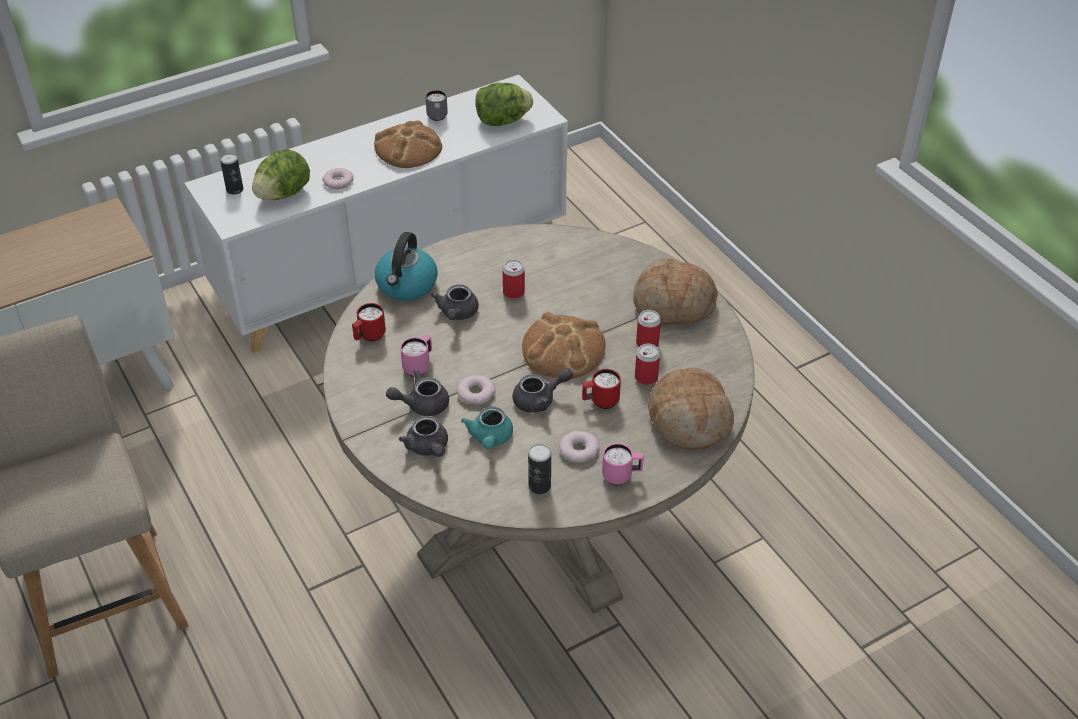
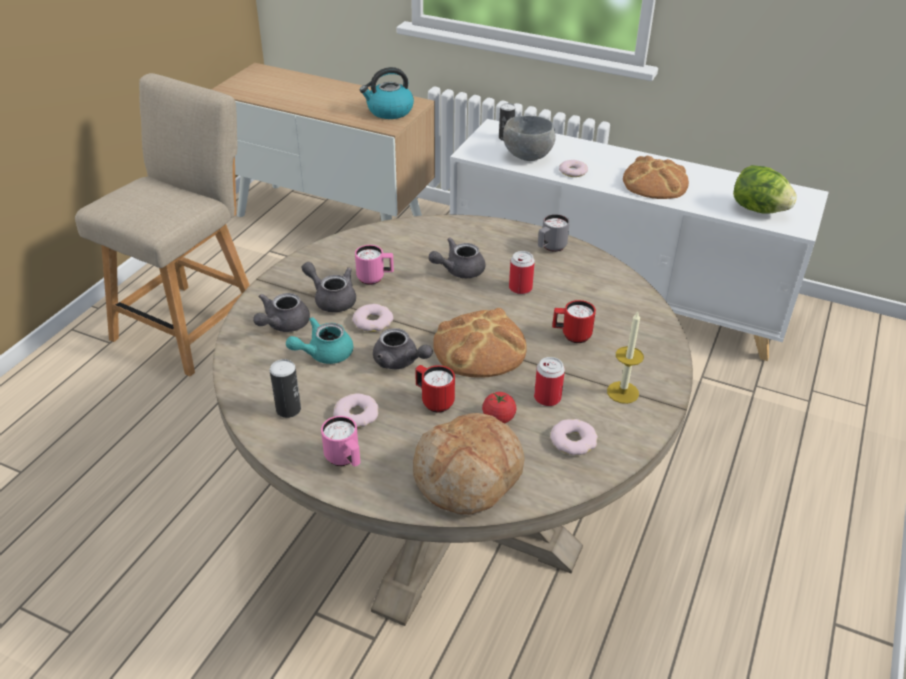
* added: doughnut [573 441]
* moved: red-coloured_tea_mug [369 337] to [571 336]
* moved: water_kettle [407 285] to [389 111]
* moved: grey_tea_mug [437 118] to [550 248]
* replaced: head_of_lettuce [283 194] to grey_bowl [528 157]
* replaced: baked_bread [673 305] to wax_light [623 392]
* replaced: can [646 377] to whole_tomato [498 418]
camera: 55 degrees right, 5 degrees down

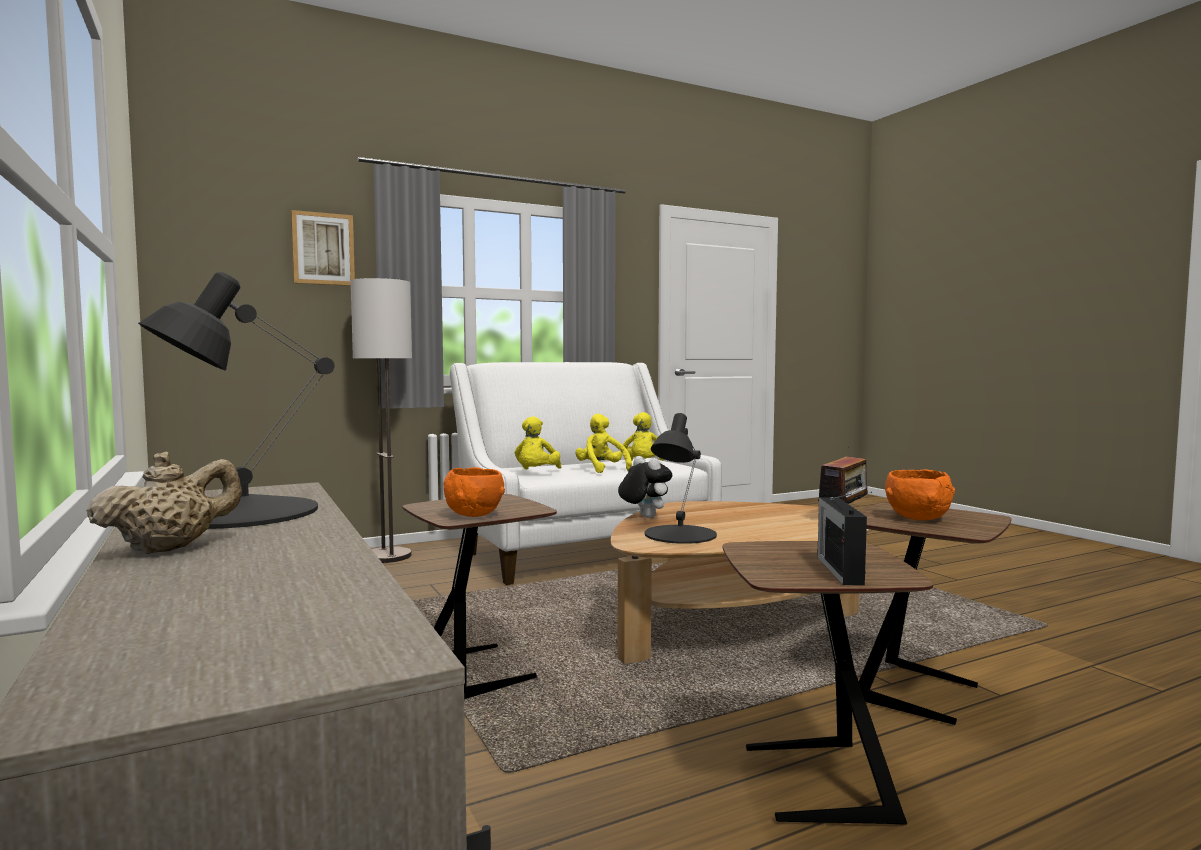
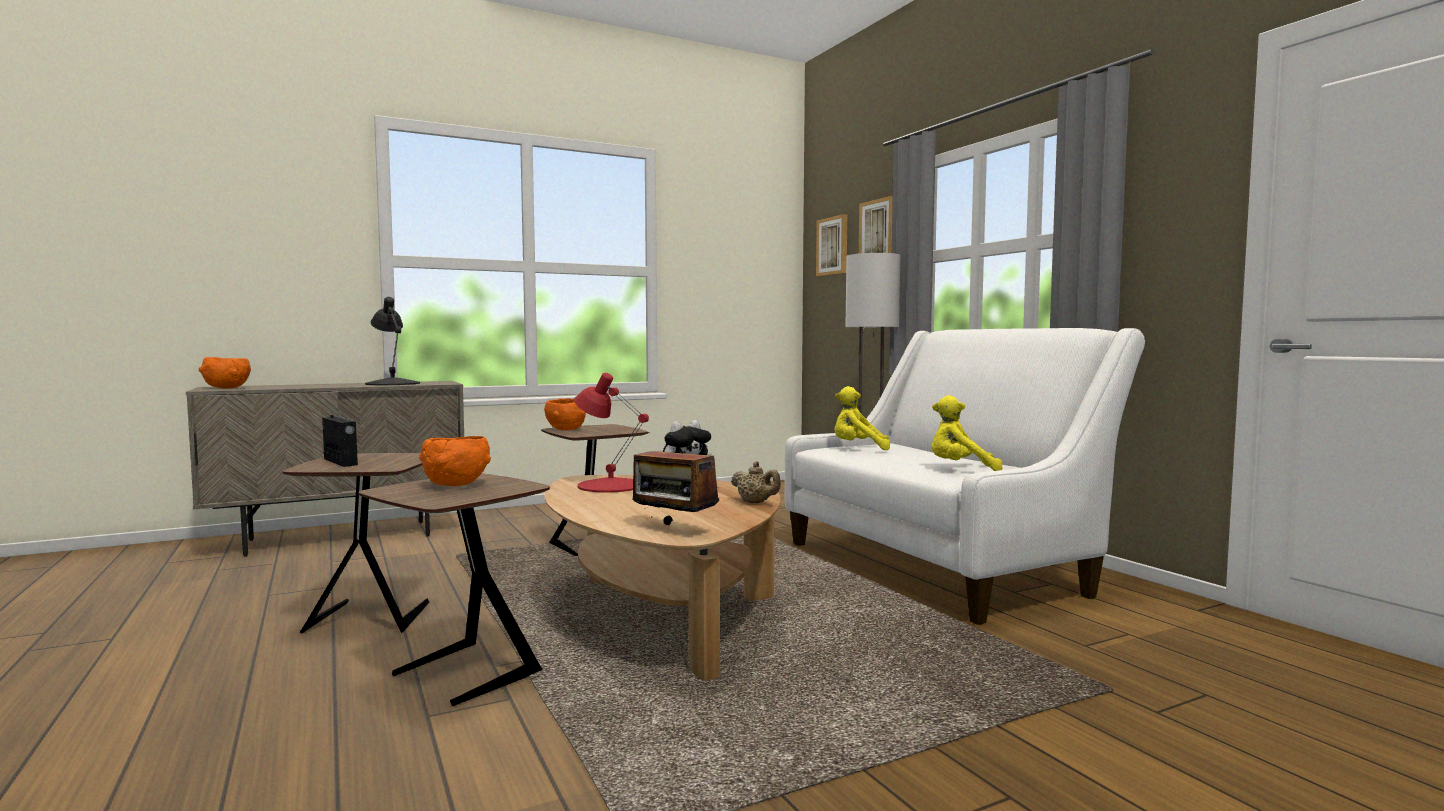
* removed: yellow-coloured_cuddly_toy [601 470]
* added: orange_bowl [227 388]
* added: wall_art [833 246]
* moved: sand-coloured_tea_pot [171 548] to [756 502]
* recoloured: blackish_table_lamp [679 534] to red-coloured_table_lamp [610 485]
* turned: radio_set [839 569] = [340 462] 45 degrees clockwise
camera: 90 degrees right, 0 degrees up

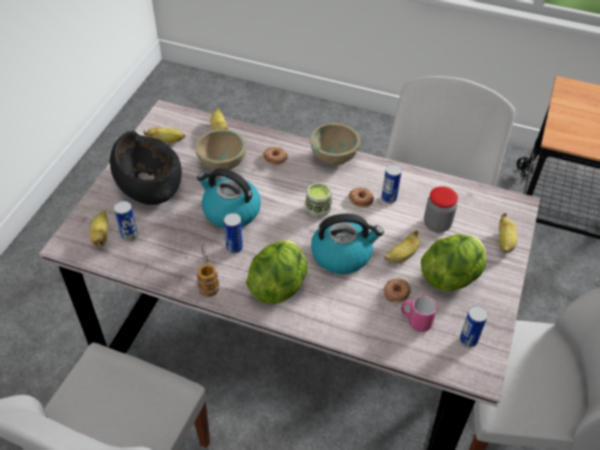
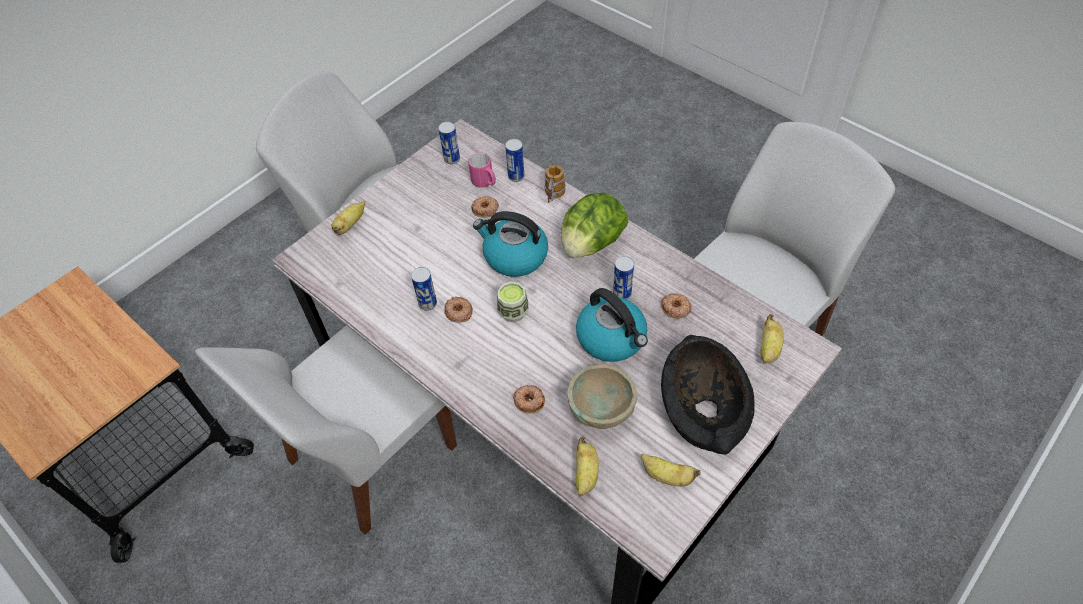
* removed: sand-coloured_bowl [333 157]
* removed: whole_banana [402 256]
* removed: head_of_lettuce [451 276]
* removed: storage_jar [437 224]
* added: doughnut [675 308]
* moved: can [129 235] to [516 176]
* moved: tea_mug [208 280] to [553 198]
camera: 155 degrees left, 5 degrees up

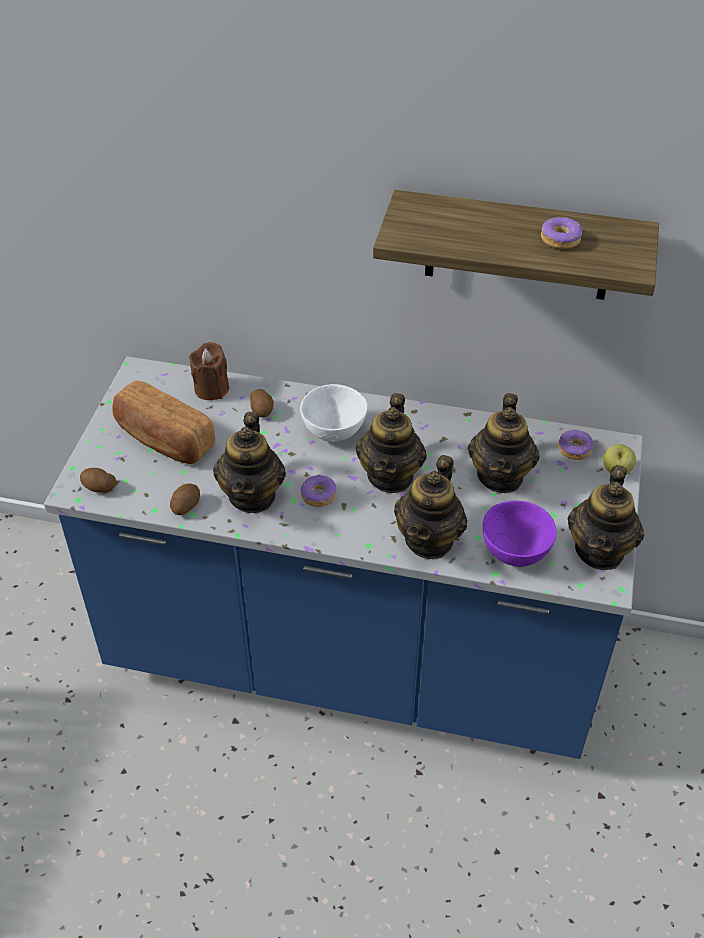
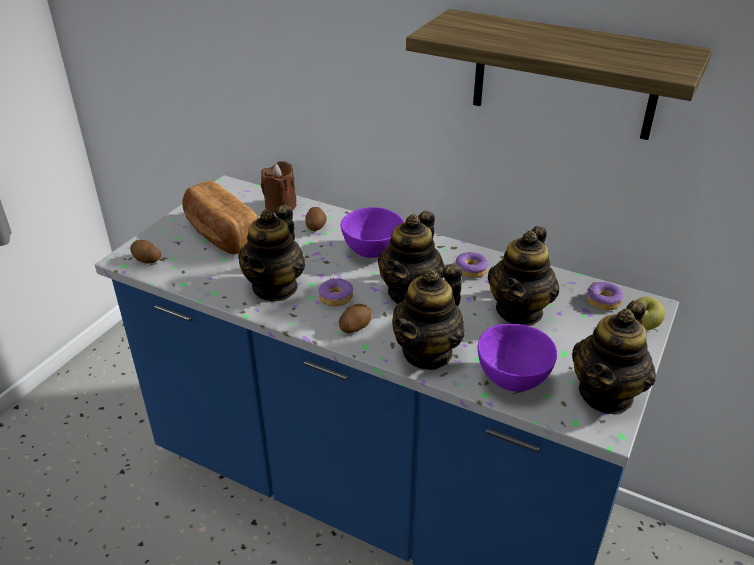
* moved: potato [185 506] to [354 326]
* moved: doughnut [560 239] to [471 270]
* recoloured: white_bowl [335 432] to purplish_bowl [373 252]
camera: 15 degrees right, 10 degrees down

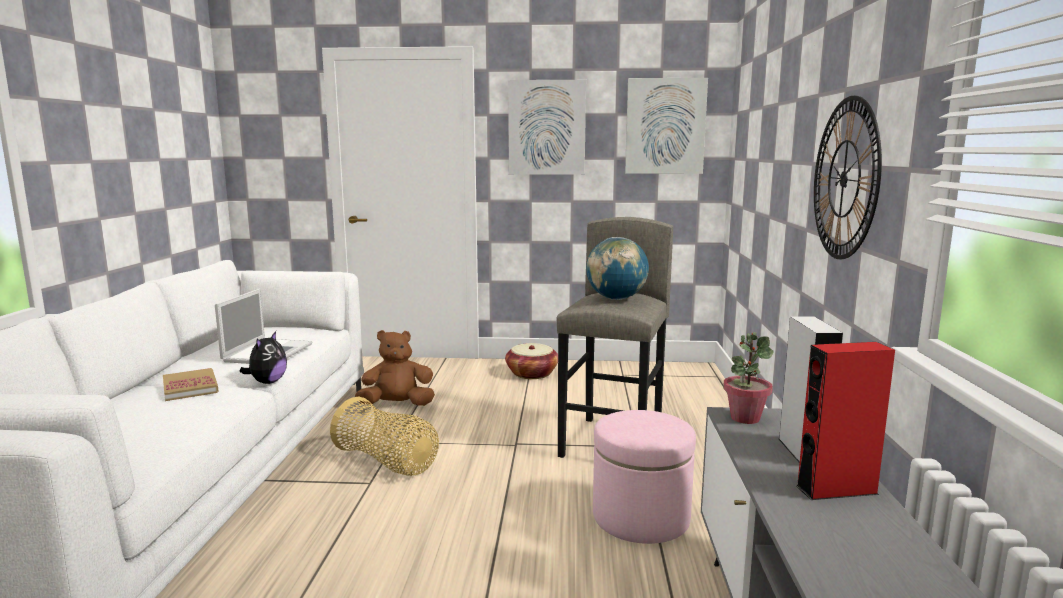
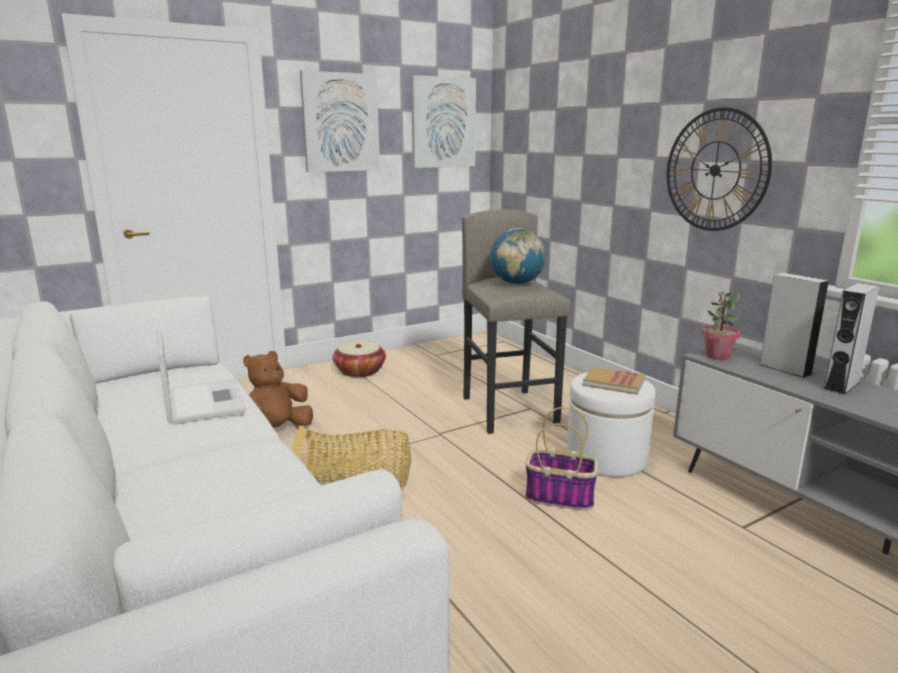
* removed: cuddly_toy [267 382]
* added: basket [560 497]
* moved: volume [190 387] to [614 383]
* recoloured: pinkish_pouffe [641 517] to white_pouffe [606 458]
* recoloured: red-coloured_loudspeaker [836 490] to grey_loudspeaker [841 385]
camera: 35 degrees left, 5 degrees up

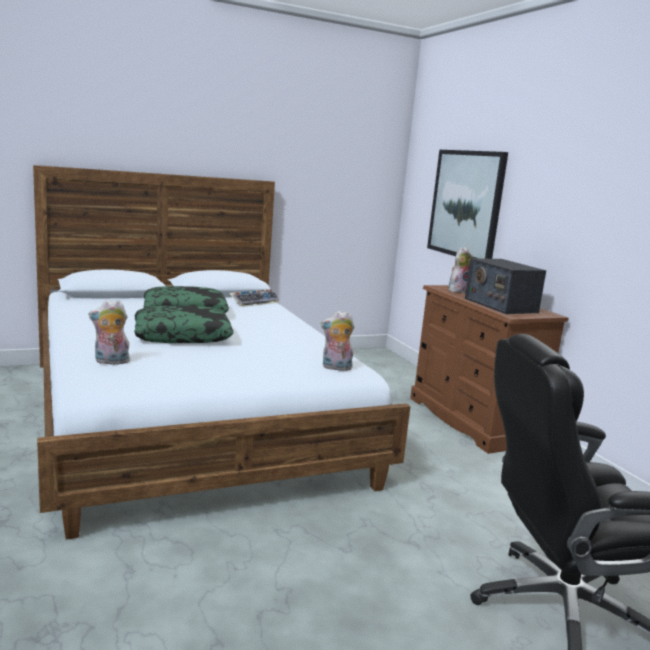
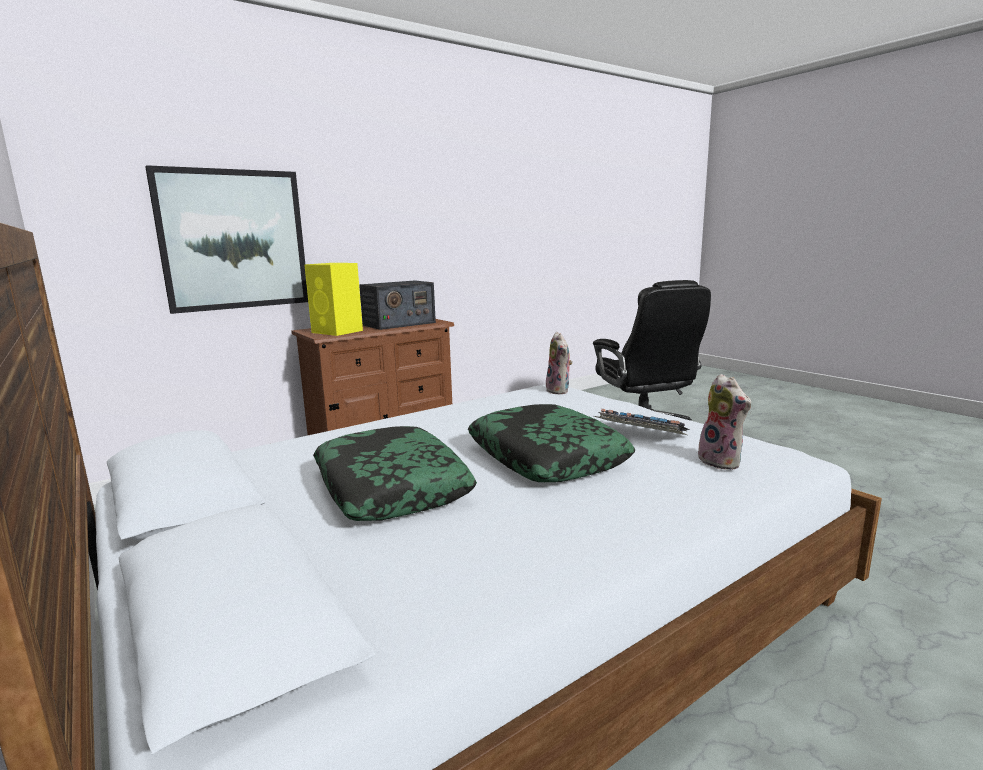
* moved: PC_keyboard [254 302] to [638 433]
* replaced: cuddly_toy [457 290] to yellow-coloured_loudspeaker [338 331]
camera: 100 degrees left, 0 degrees up

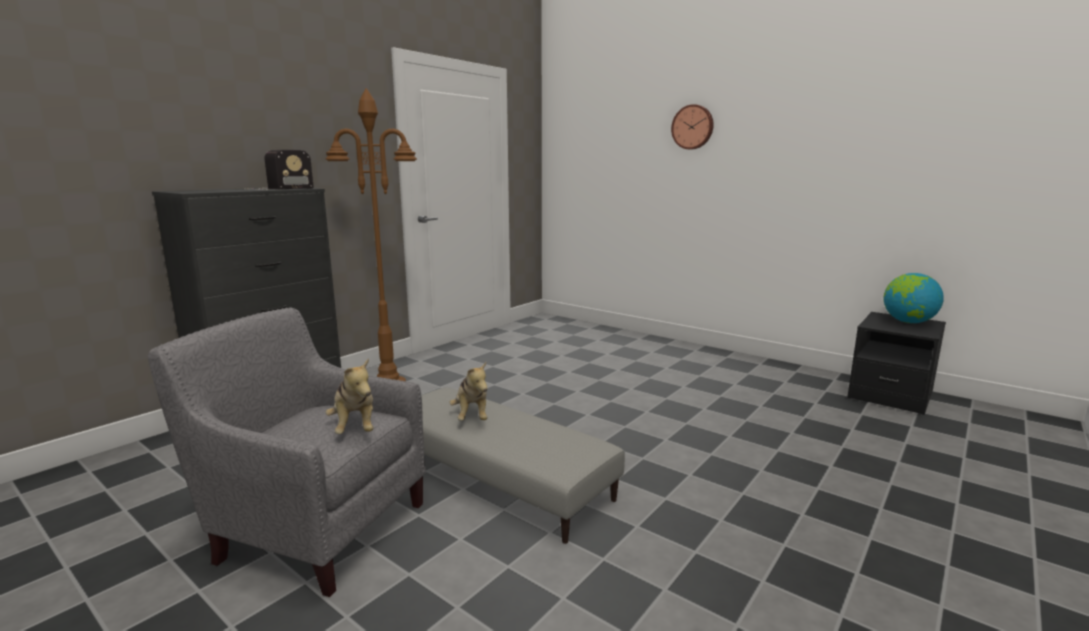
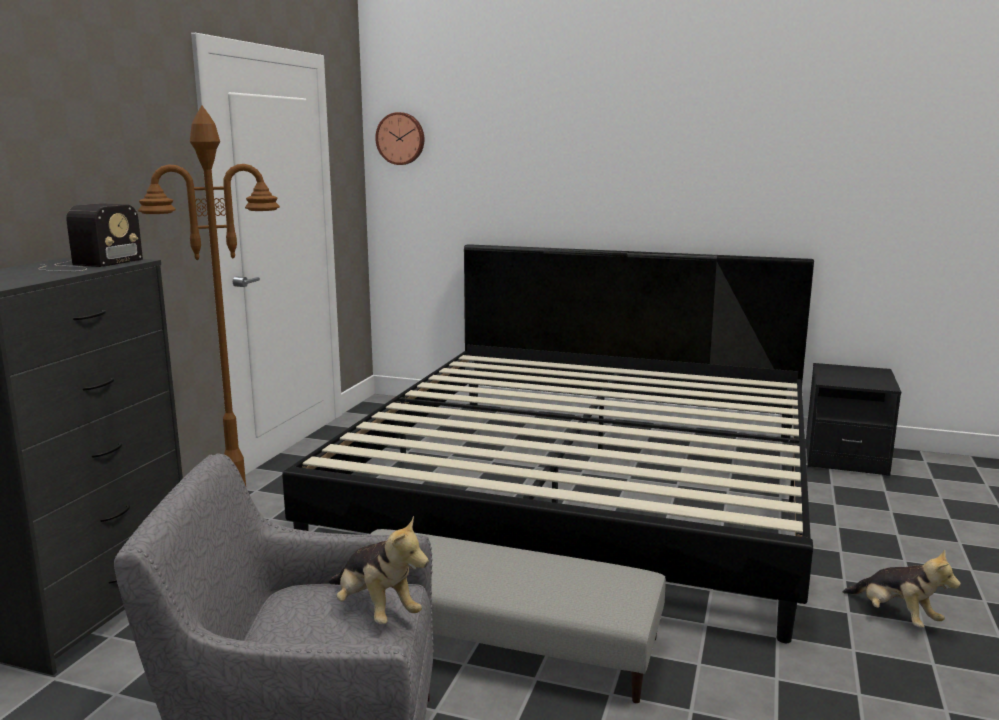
* removed: desk_globe [908 322]
* added: bed [583 488]
* moved: cuddly_toy [472 416] to [896 616]
* moved: hanging_clock [693 127] to [401 138]
camera: 20 degrees left, 0 degrees up

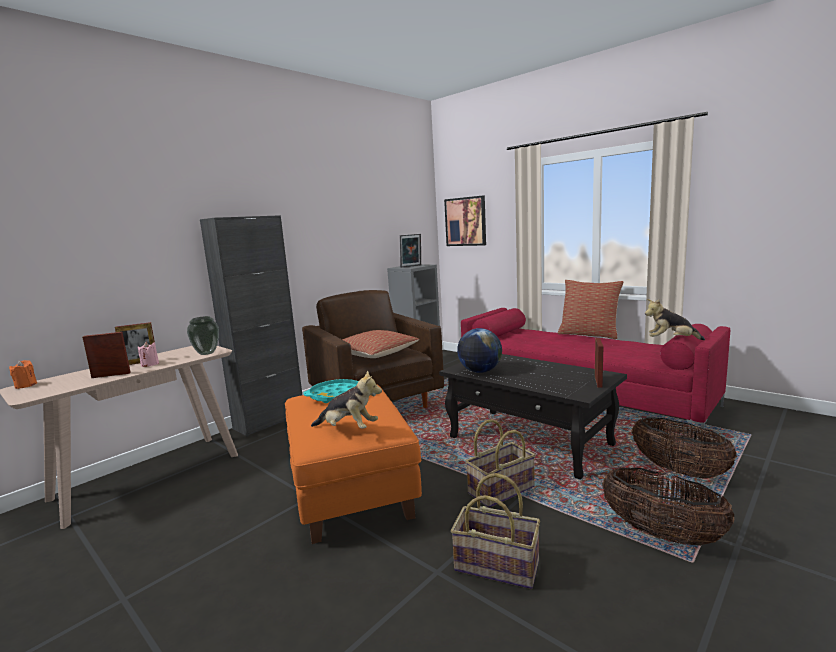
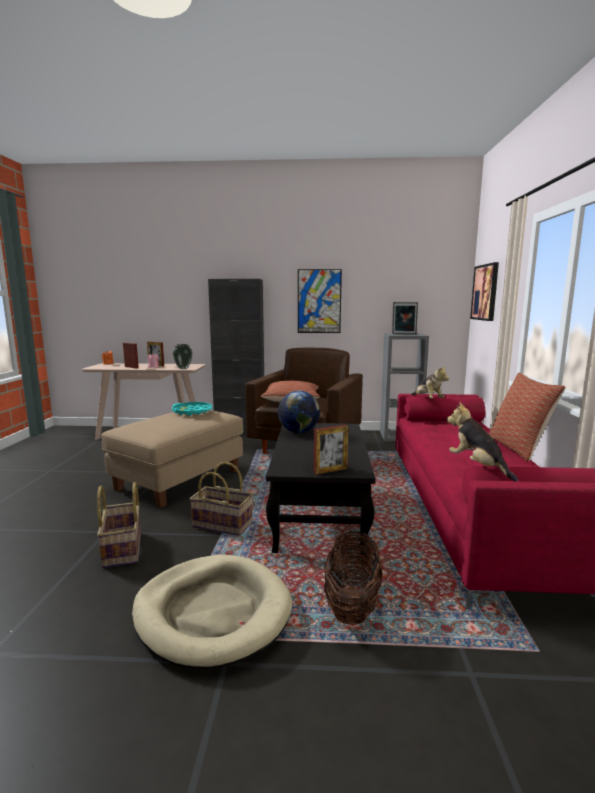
* added: wall_art [319 301]
* moved: cuddly_toy [348 429] to [428 400]
* replaced: basket [661 534] to sand-coloured_dog_bed [213 612]
* recoloured: orange_pouffe [350 489] to sand-coloured_pouffe [179 479]
camera: 50 degrees right, 0 degrees up

